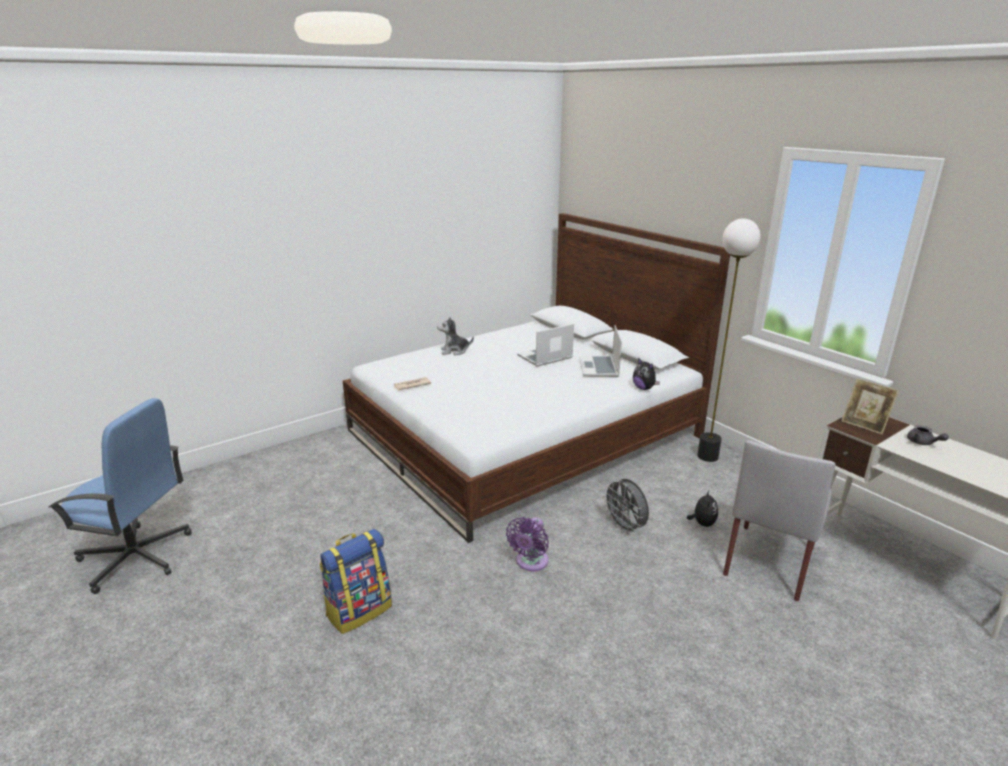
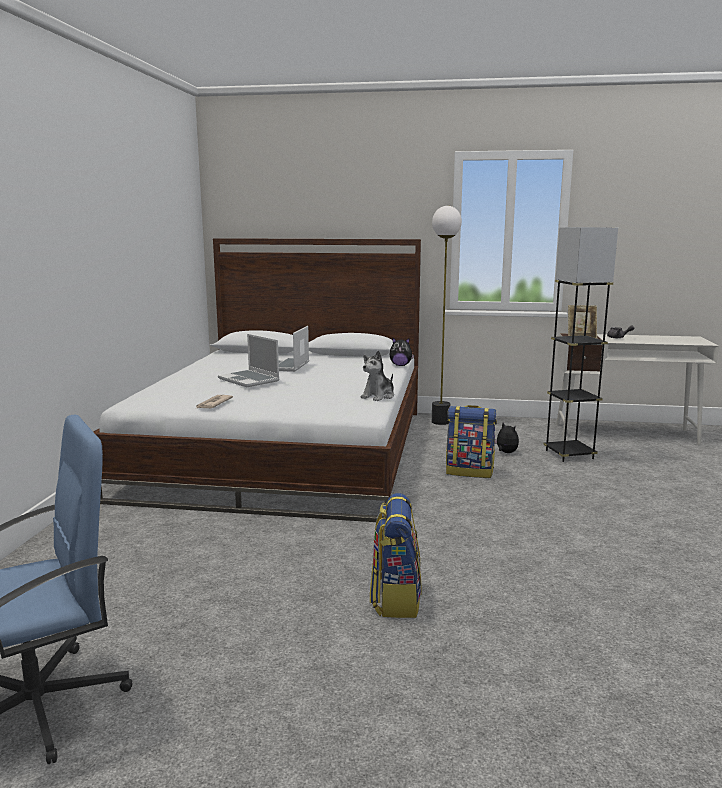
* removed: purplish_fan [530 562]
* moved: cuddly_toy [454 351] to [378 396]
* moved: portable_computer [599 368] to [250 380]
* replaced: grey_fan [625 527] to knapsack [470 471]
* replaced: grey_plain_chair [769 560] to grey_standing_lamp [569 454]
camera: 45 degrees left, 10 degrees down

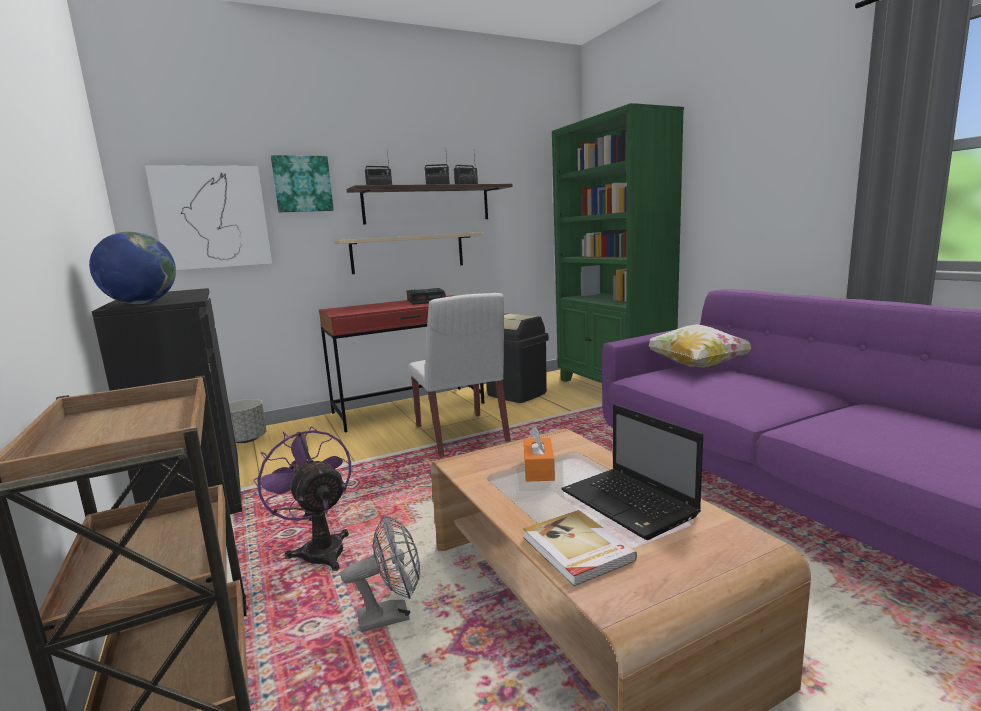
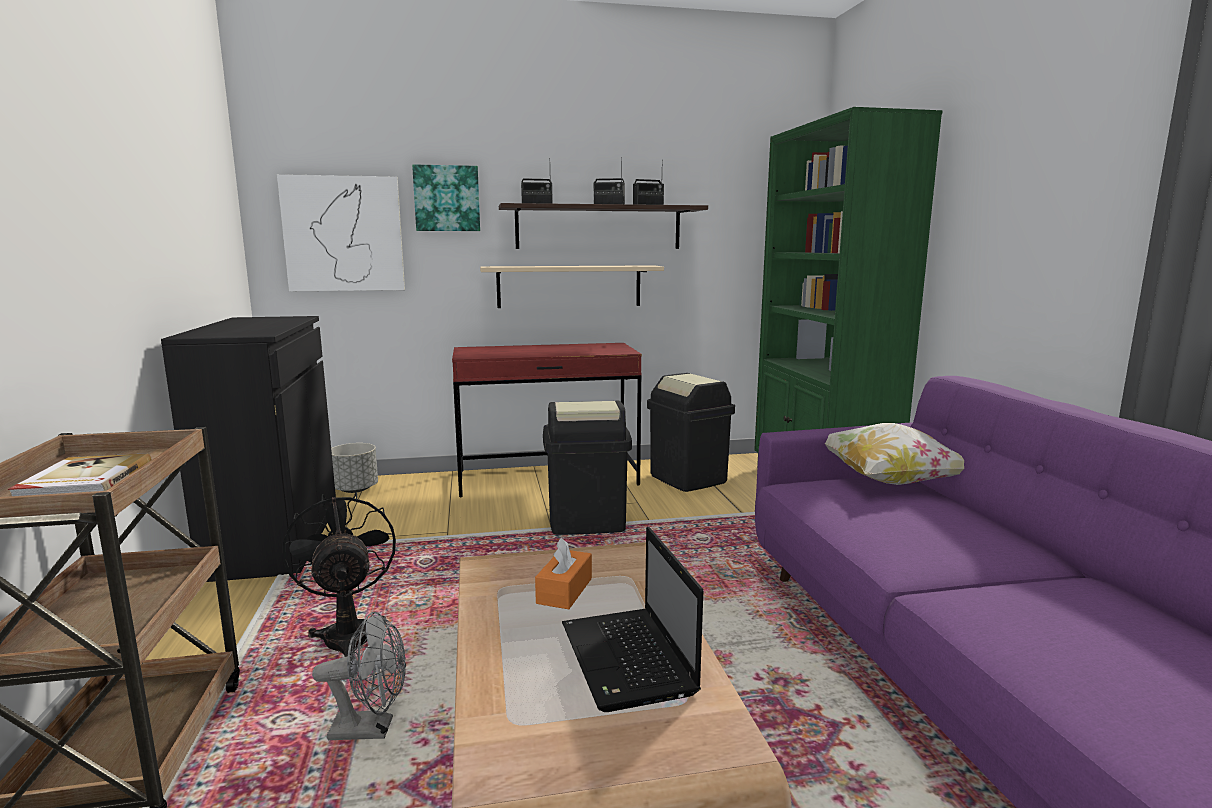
* removed: desk_globe [141 303]
* removed: table_clock [426 301]
* moved: volume [576 550] to [84 481]
* replaced: white_plain_chair [461 434] to blackish_rubbish_bin [586 522]
* recoloured: purplish_fan [319 549] to blackish_fan [348 633]
camera: 15 degrees right, 0 degrees up

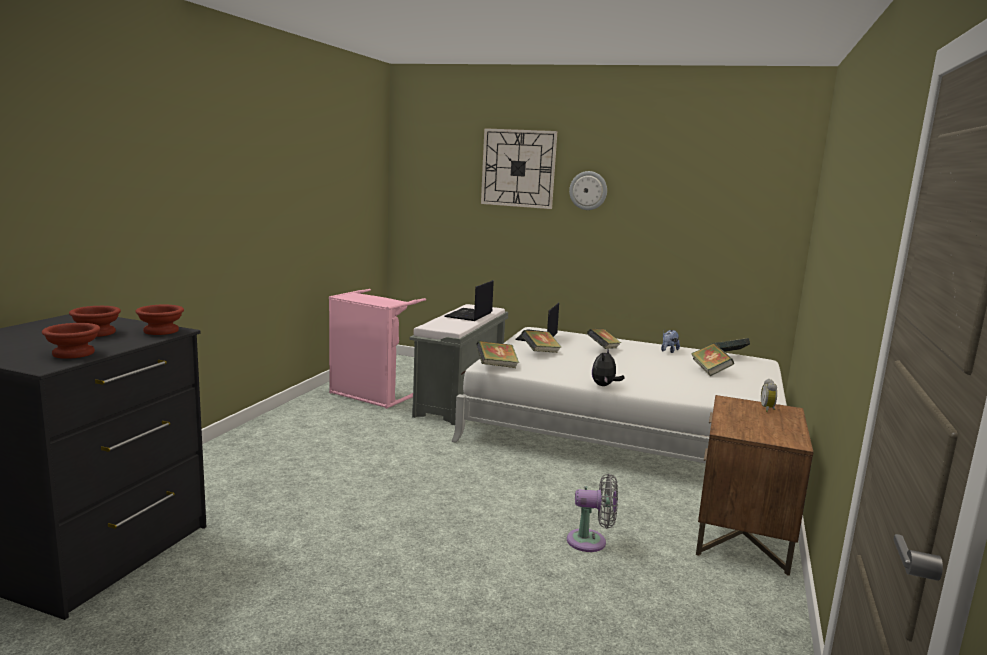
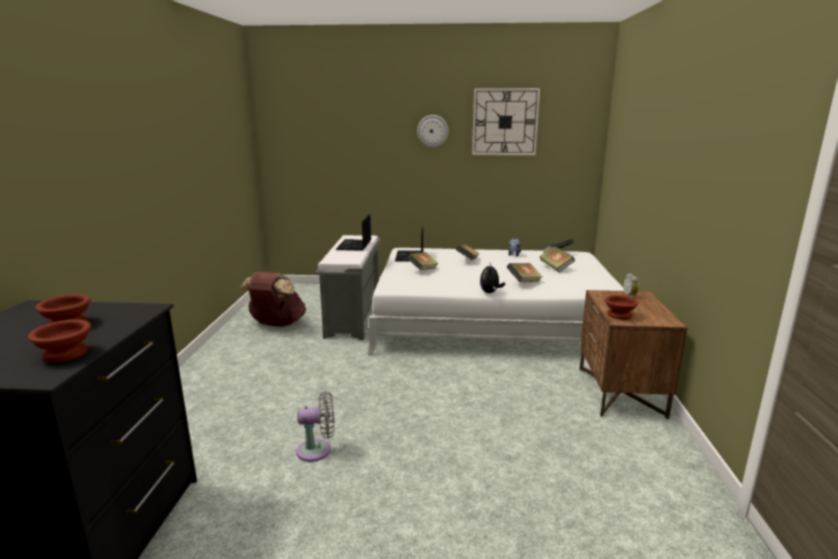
* moved: brown-coloured_bowl [160 331] to [619 315]
* moved: volume [496 366] to [524 282]
* moved: hanging_clock [518 168] to [505 122]
* moved: grey_fan [591 541] to [318 450]
* replaced: pinkish_washing_basket [370 395] to brown-coloured_knapsack [276 324]
camera: 15 degrees left, 5 degrees up

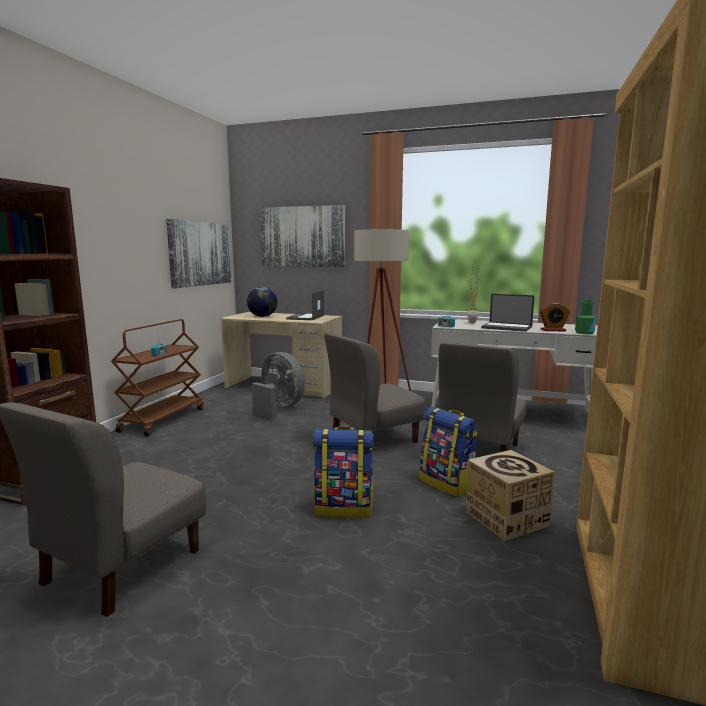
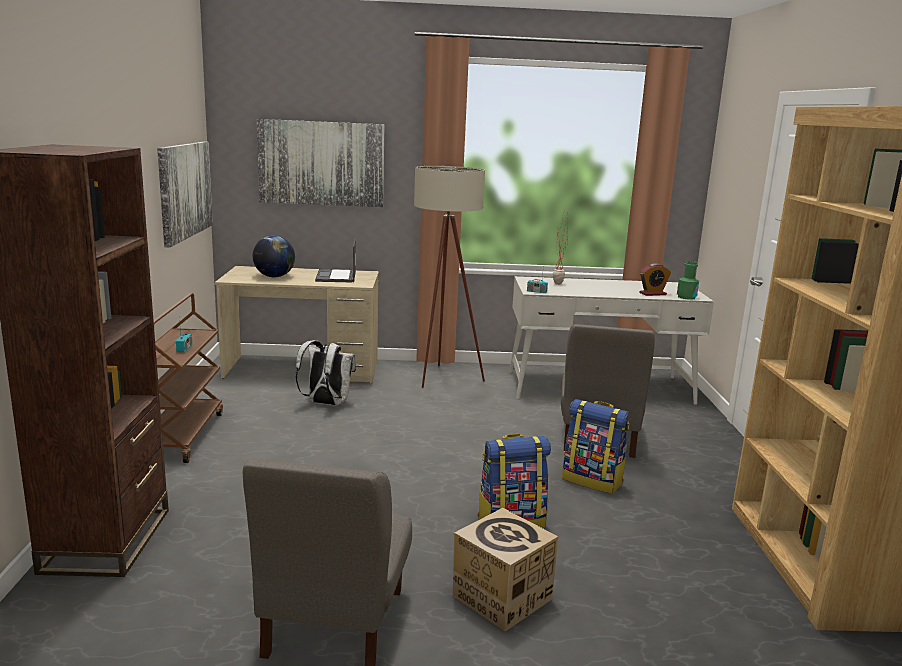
* removed: grey_plain_chair [373 439]
* removed: portable_computer [507 327]
* moved: carton [506 518] to [501 597]
* replaced: grey_fan [279 408] to white_knapsack [326 403]
camera: 20 degrees left, 5 degrees up

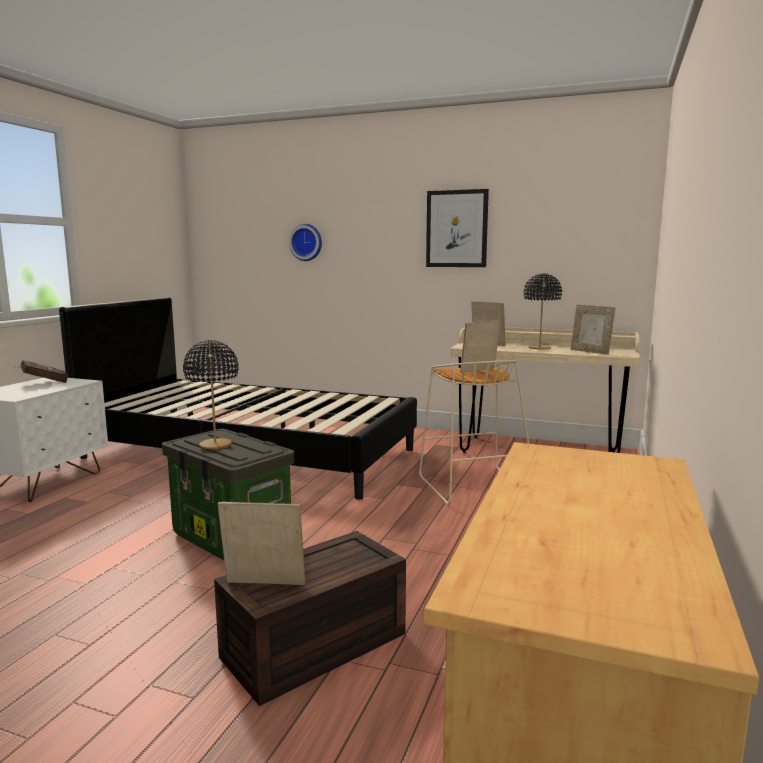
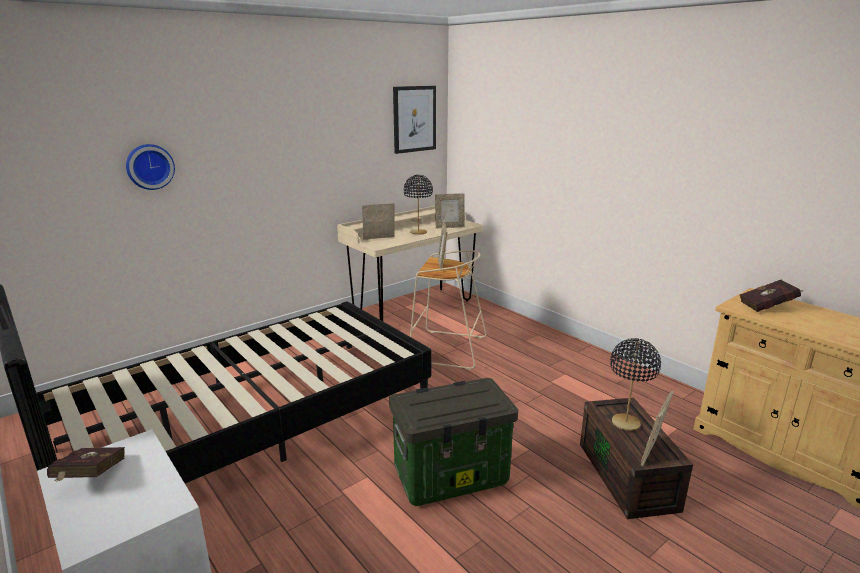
* added: red-coloured_volume [769 307]
* moved: blackish_table_lamp [215 445] to [625 423]
* moved: wall_art [457 229] to [414 119]
camera: 60 degrees left, 10 degrees up

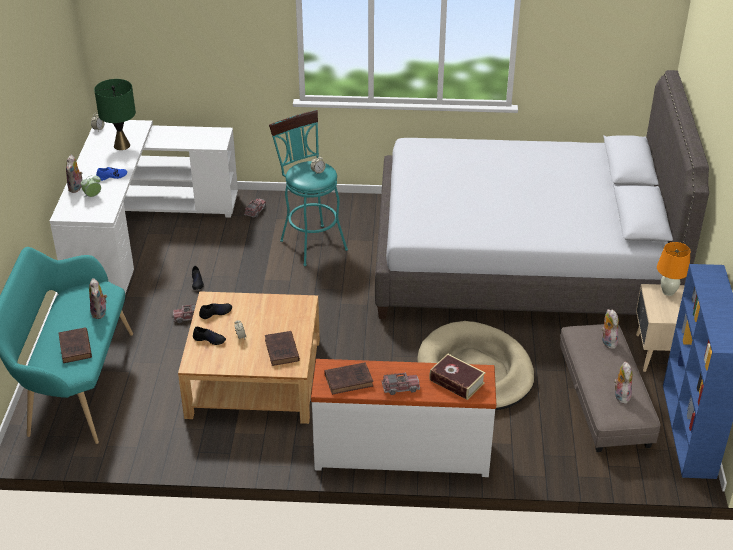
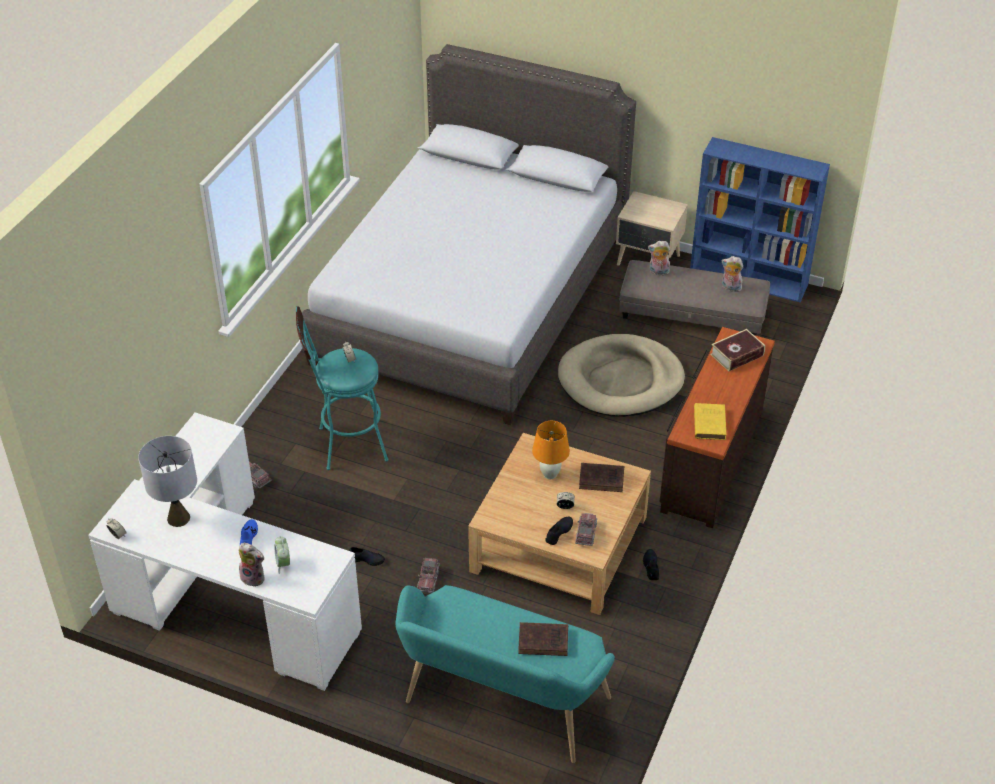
* removed: cuddly_toy [100 313]
* moved: blackish_item_of_footwear [215 313] to [651 567]
* moved: toy_lorry [400 388] to [586 533]
* moved: orange_table_lamp [668 292] to [550 474]
* recoloured: greenish_table_lamp [122 145] to grey_table_lamp [179 518]
* recoloured: white_chest_of_drawers [402 452] to brown-coloured_chest_of_drawers [710 460]
* recoloured: brown-coloured_volume [350 380] to yellow-coloured_volume [709 423]
camera: 70 degrees left, 5 degrees up

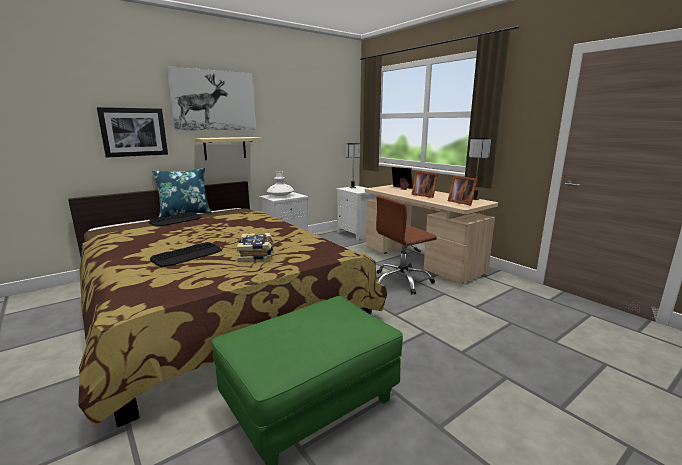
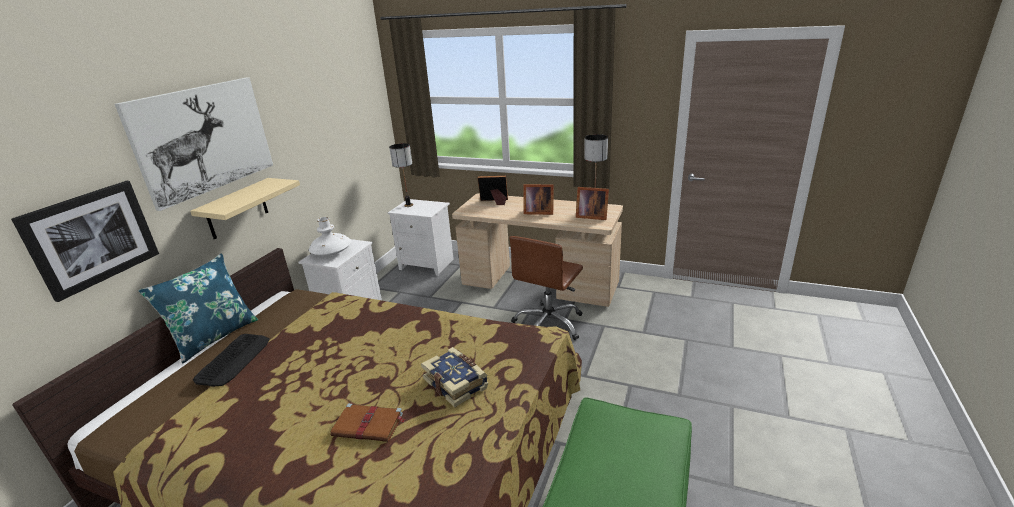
* replaced: PC_keyboard [187 255] to brown-coloured_volume [369 425]
camera: 30 degrees left, 10 degrees up

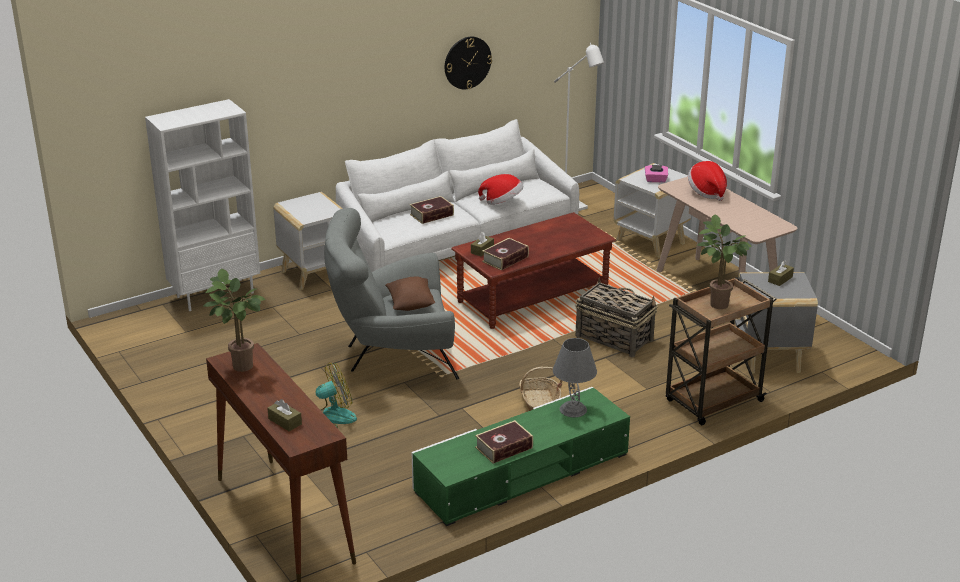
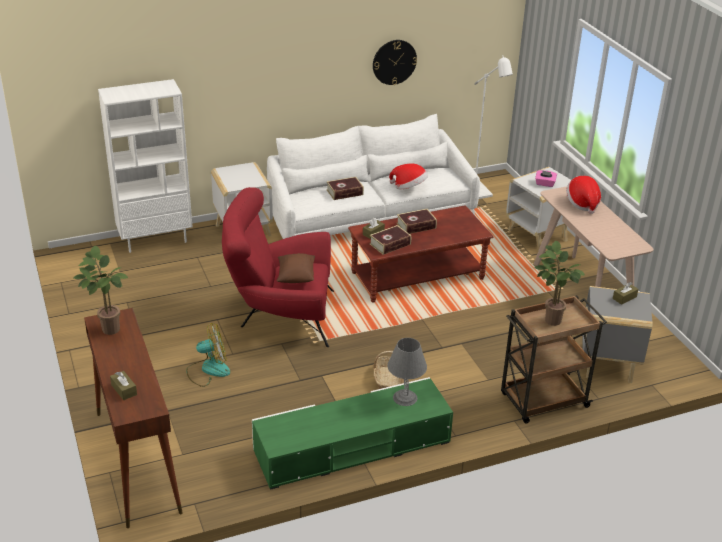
* removed: basket [613 338]
* moved: volume [504 448] to [416 226]
* recoloured: grey_easy_chair [392 355] to red-coloured_easy_chair [280 316]
camera: 10 degrees right, 5 degrees up

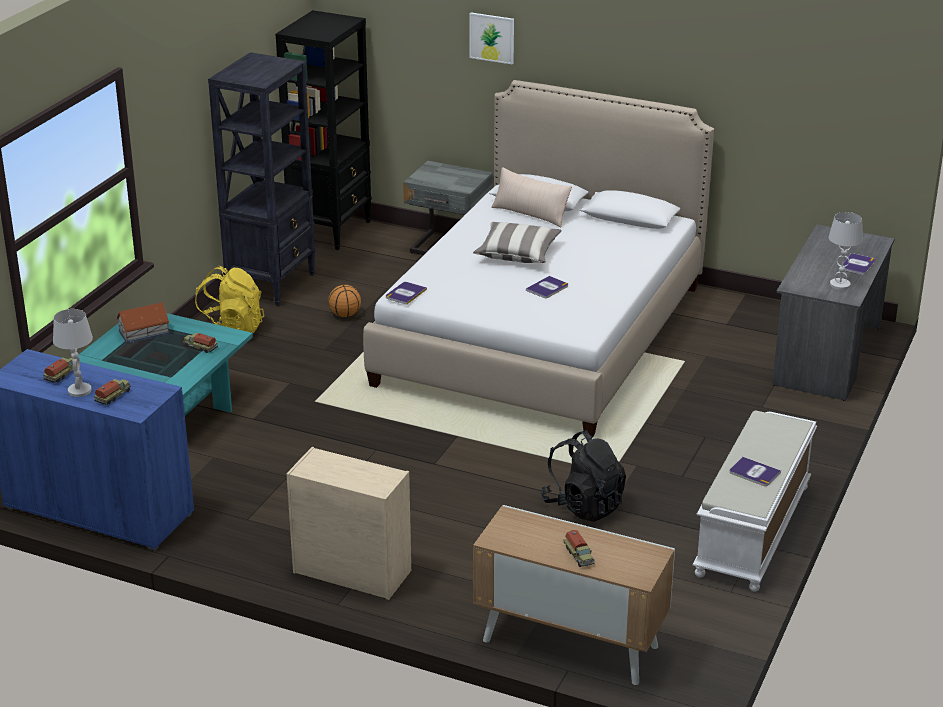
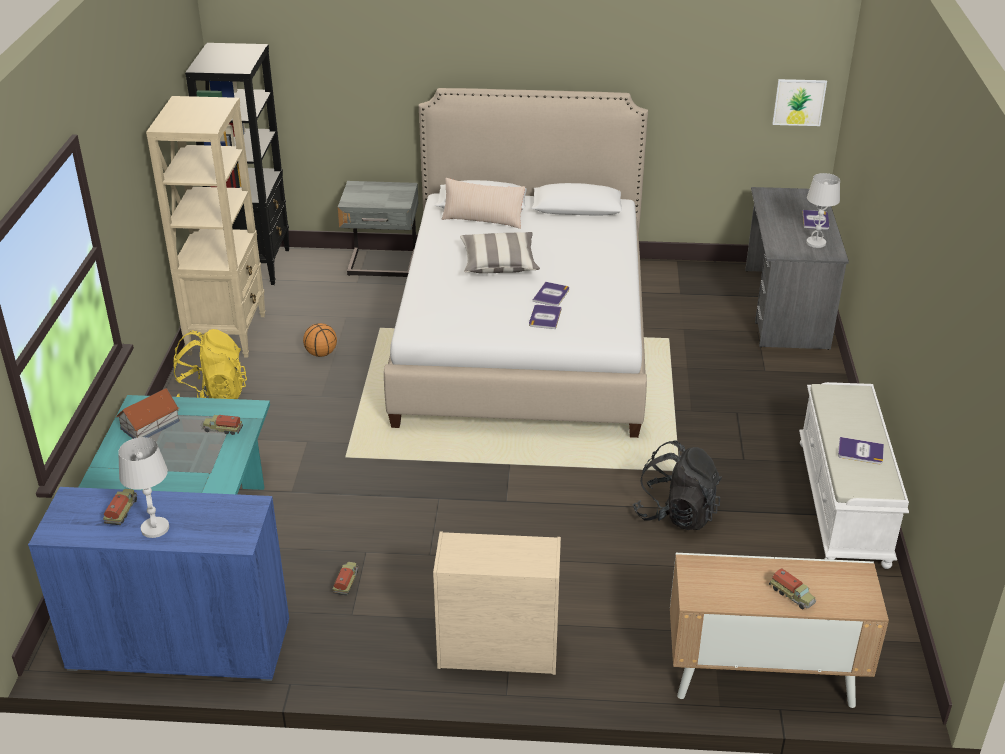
* moved: toy_lorry [113 396] to [346 582]
* moved: volume [405 293] to [545 317]
* moved: wall_art [492 38] to [799 102]
* recoloured: blackish_shelving_unit [272 284] to sand-coloured_shelving_unit [227 334]
camera: 20 degrees left, 5 degrees up

